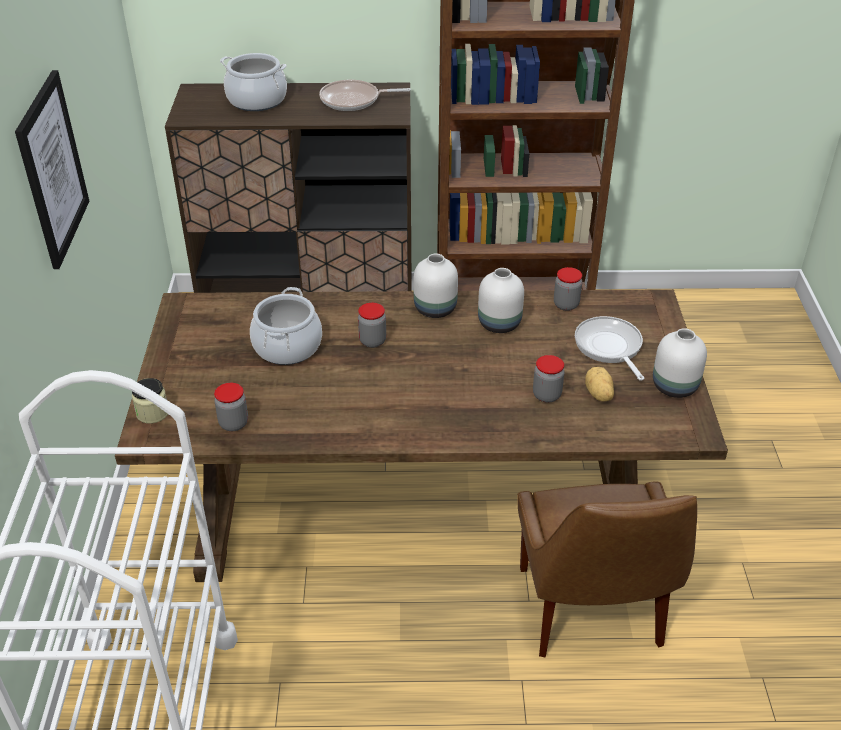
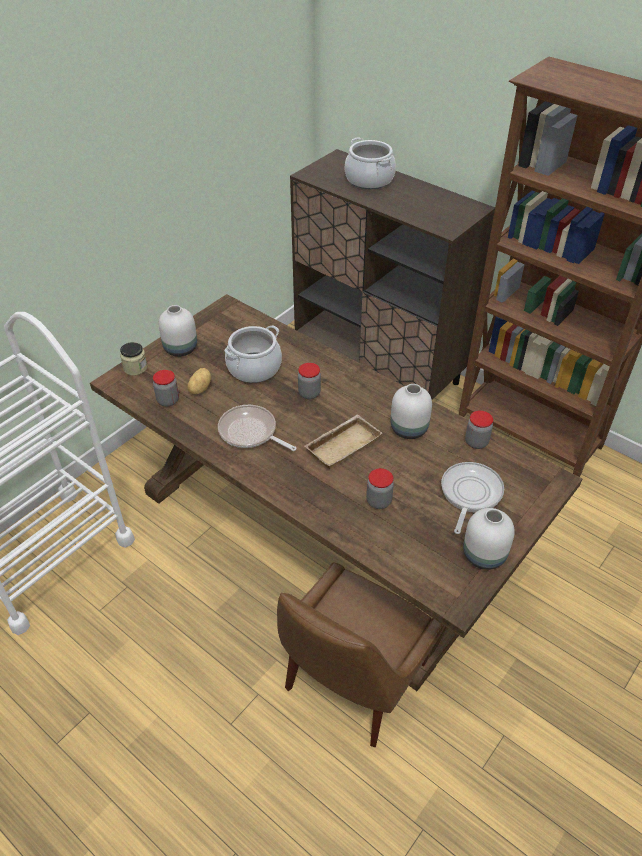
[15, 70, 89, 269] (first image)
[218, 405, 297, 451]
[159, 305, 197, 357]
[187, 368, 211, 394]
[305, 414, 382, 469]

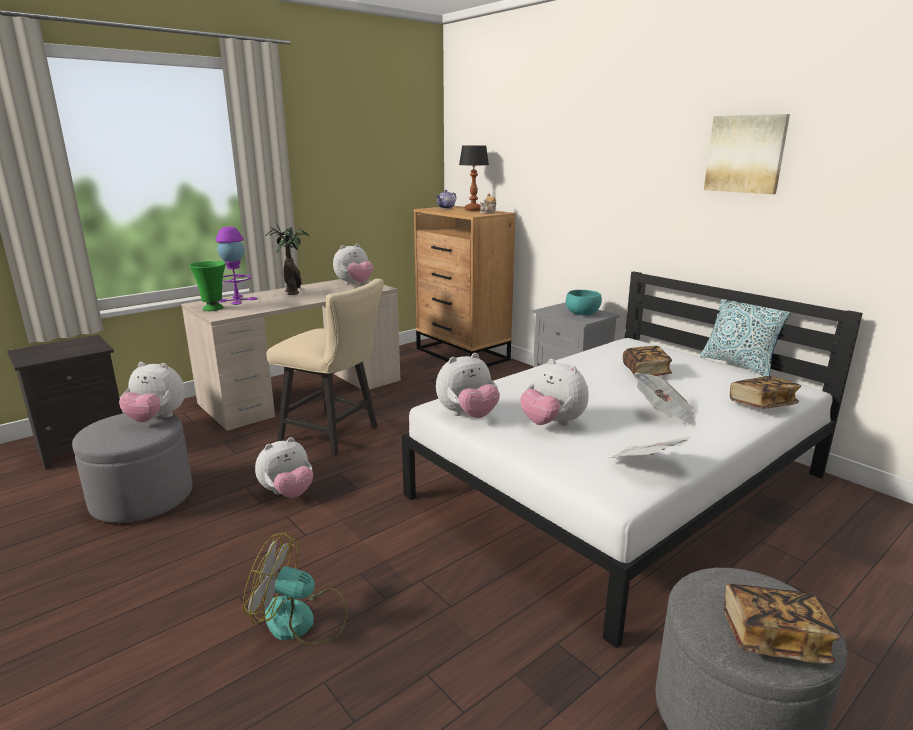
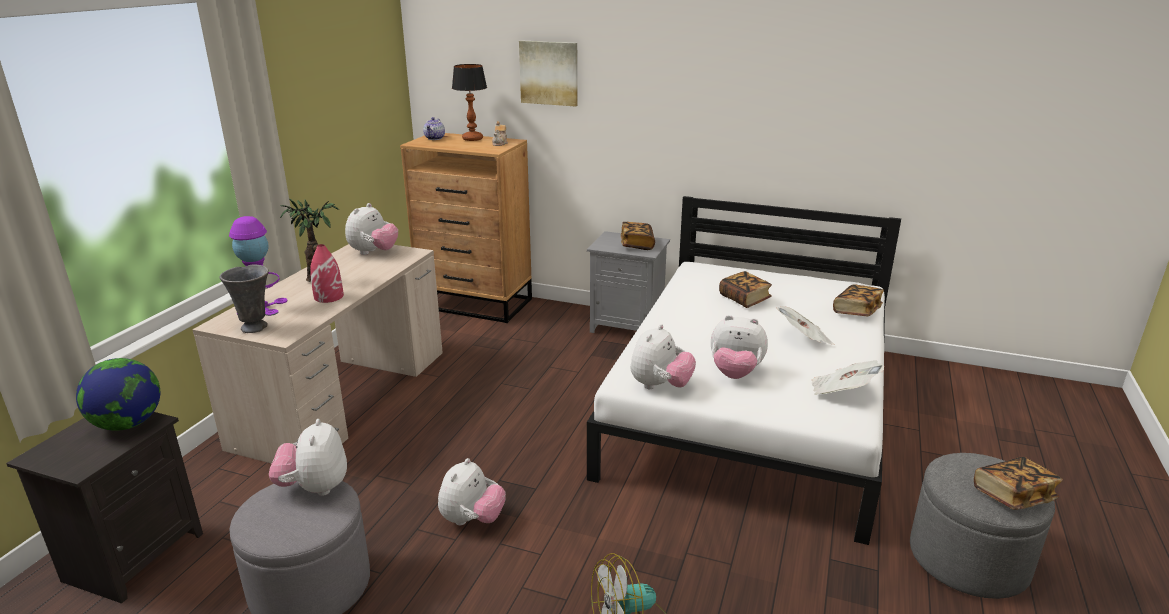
[519, 40, 578, 106]
[220, 264, 269, 333]
[266, 279, 384, 455] (first image)
[621, 222, 655, 250]
[700, 299, 792, 377] (first image)
[269, 419, 347, 496]
[310, 244, 344, 303]
[76, 358, 160, 431]

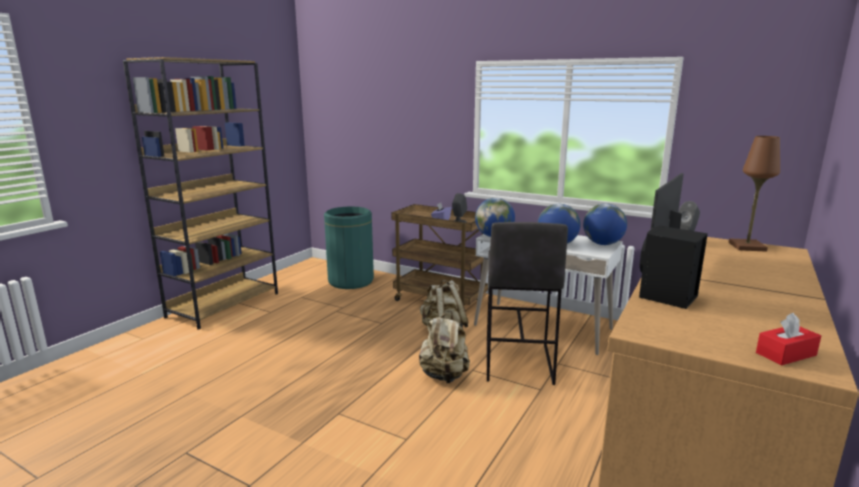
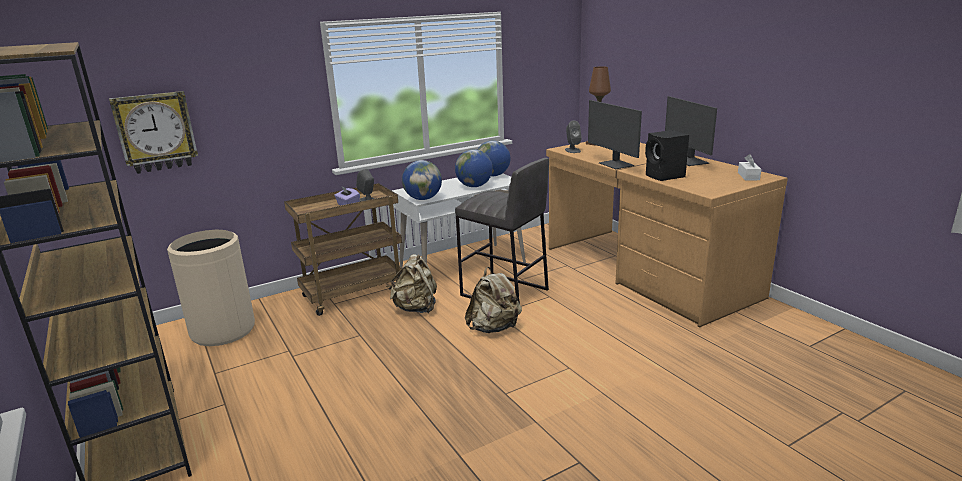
[167, 230, 255, 346]
[738, 154, 761, 180]
[109, 91, 198, 174]
[665, 96, 717, 166]

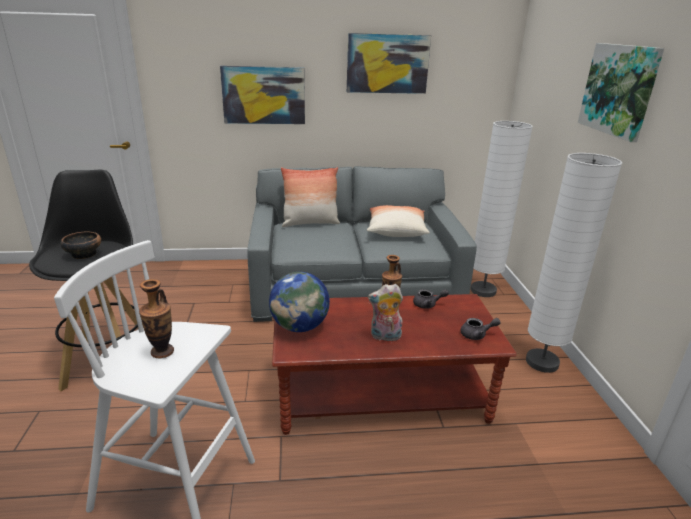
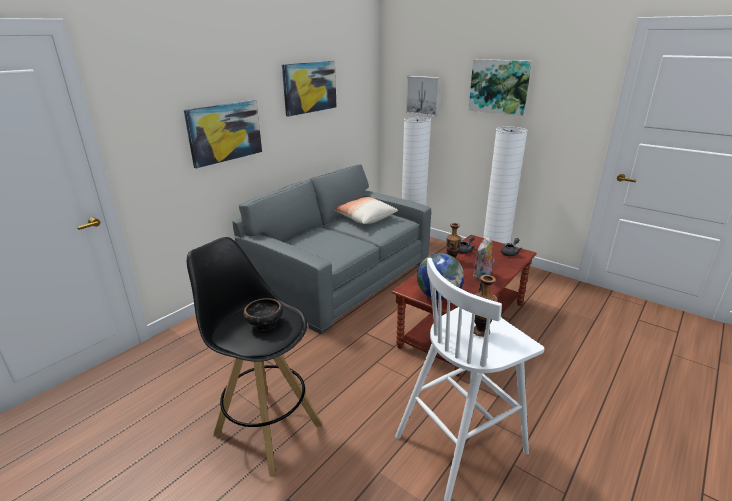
[281, 167, 340, 227] (first image)
[406, 76, 441, 116]

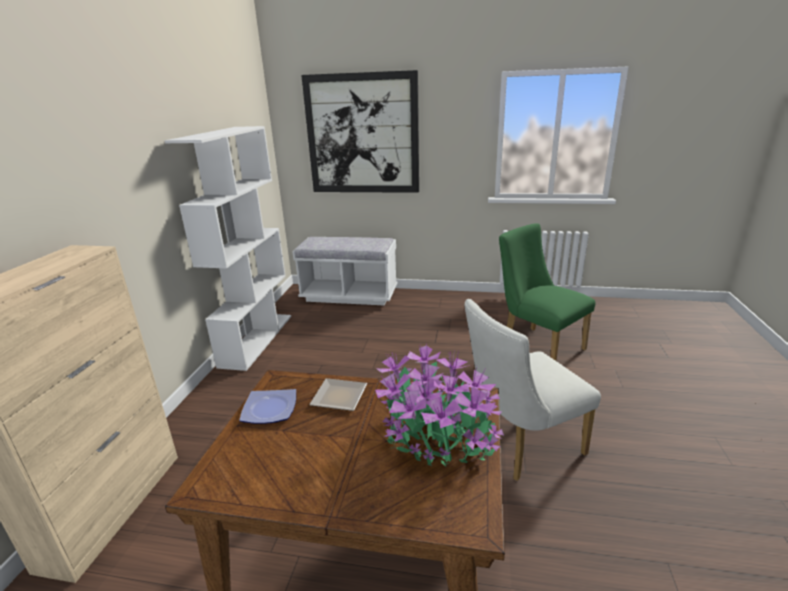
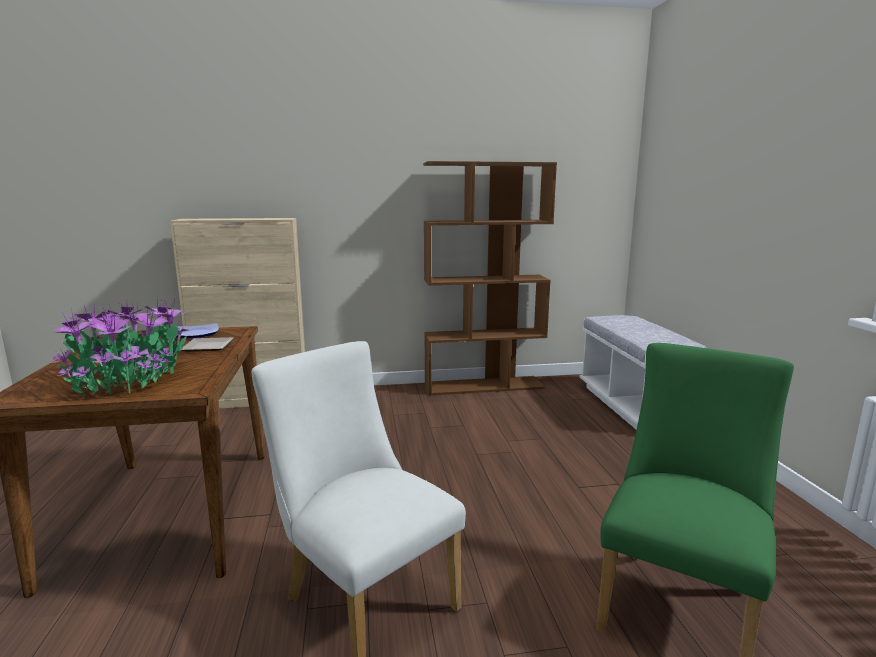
[301, 70, 419, 193] (first image)
[423, 161, 557, 396]

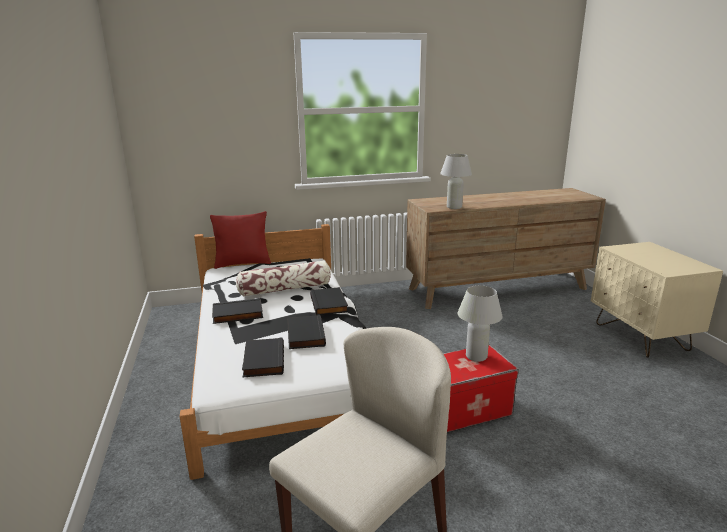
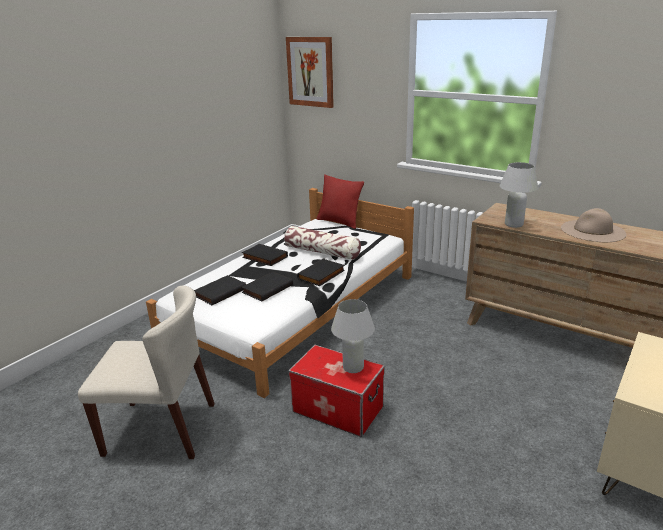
[286, 37, 334, 108]
[561, 208, 626, 242]

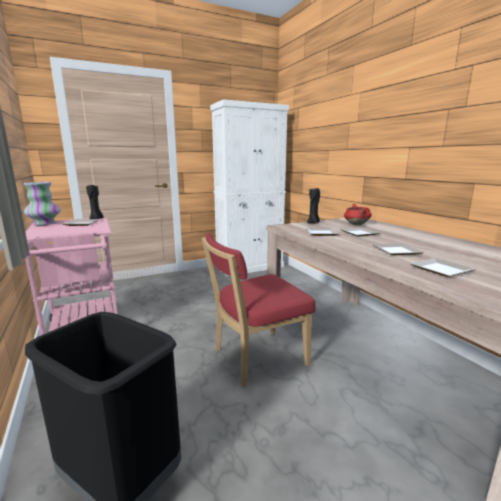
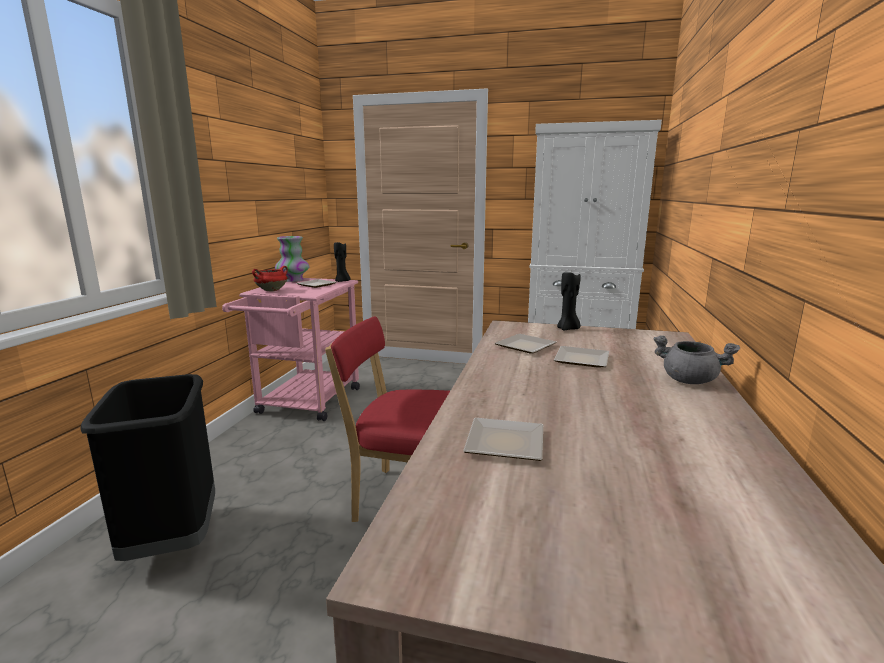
[252, 266, 288, 292]
[373, 243, 424, 255] (first image)
[654, 335, 740, 384]

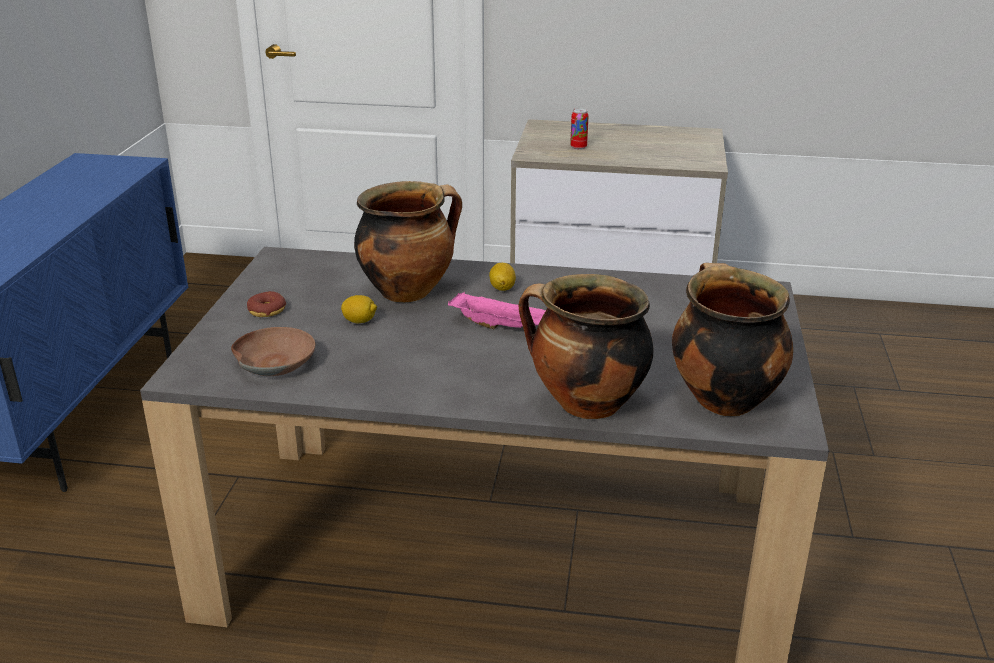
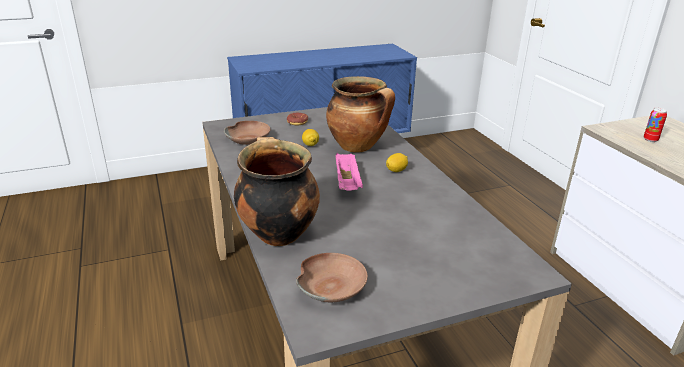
[296, 253, 368, 302]

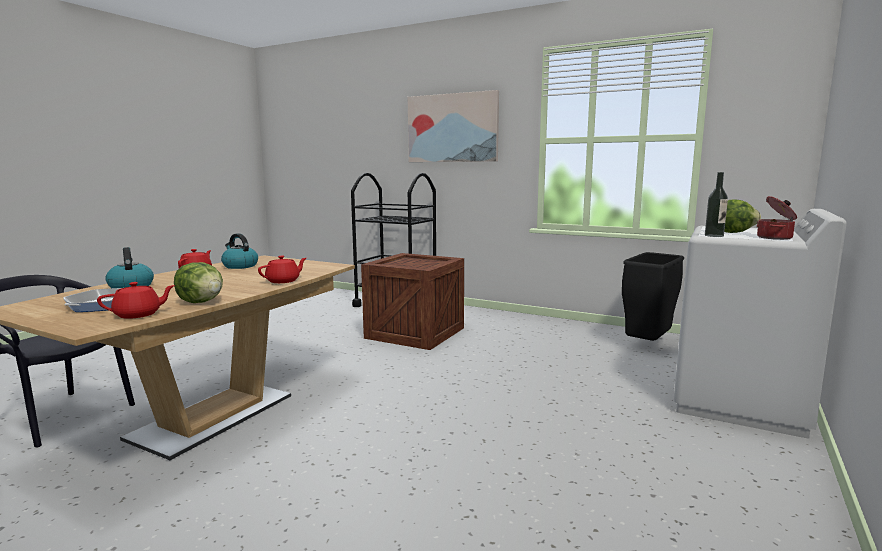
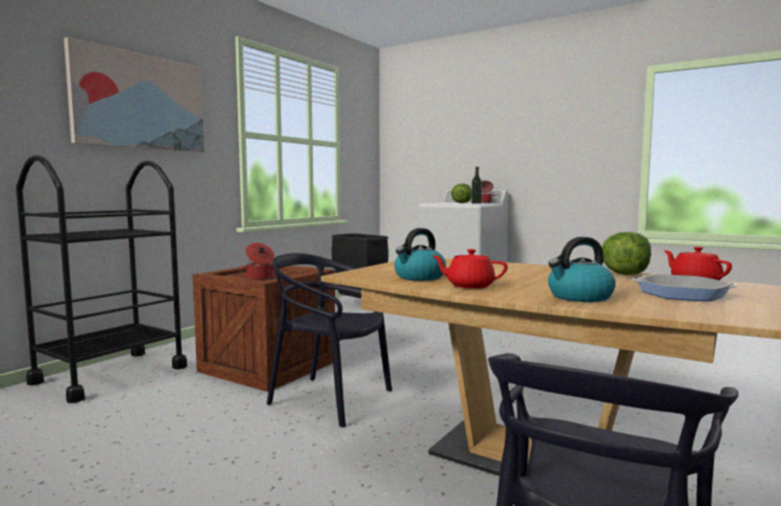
[258, 256, 306, 283] (first image)
[241, 243, 274, 280]
[267, 253, 392, 427]

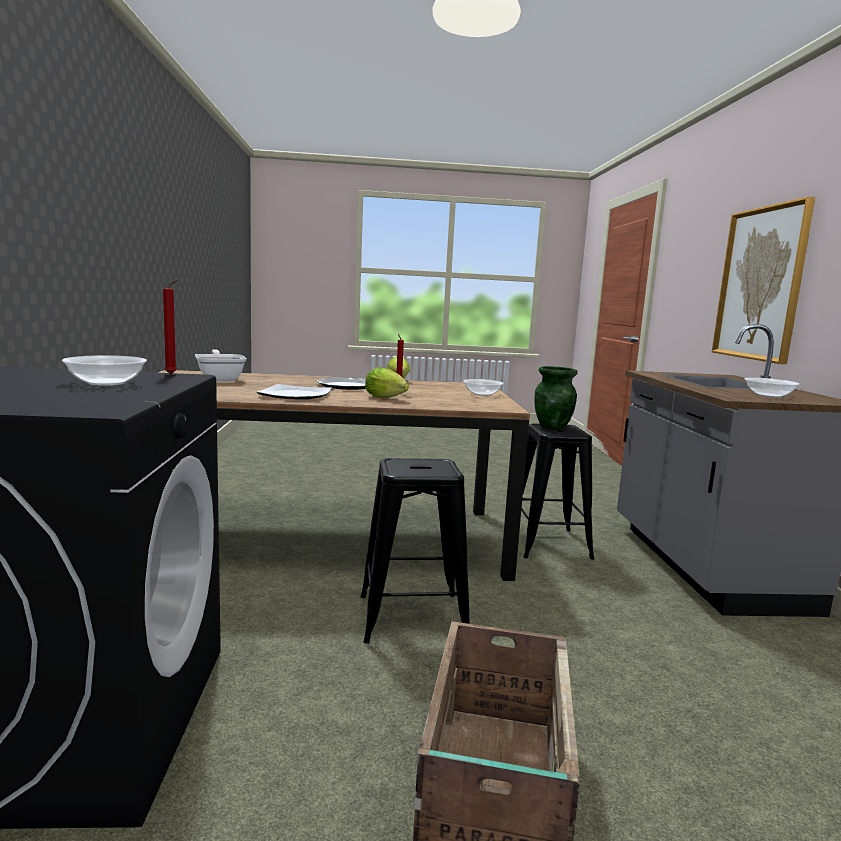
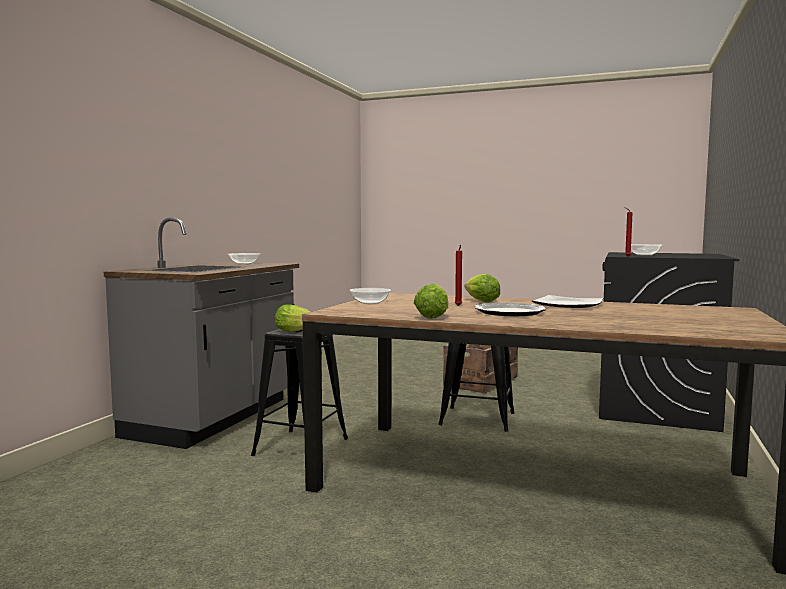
[712, 197, 815, 364] (first image)
[195, 350, 247, 382] (first image)
[275, 304, 310, 332]

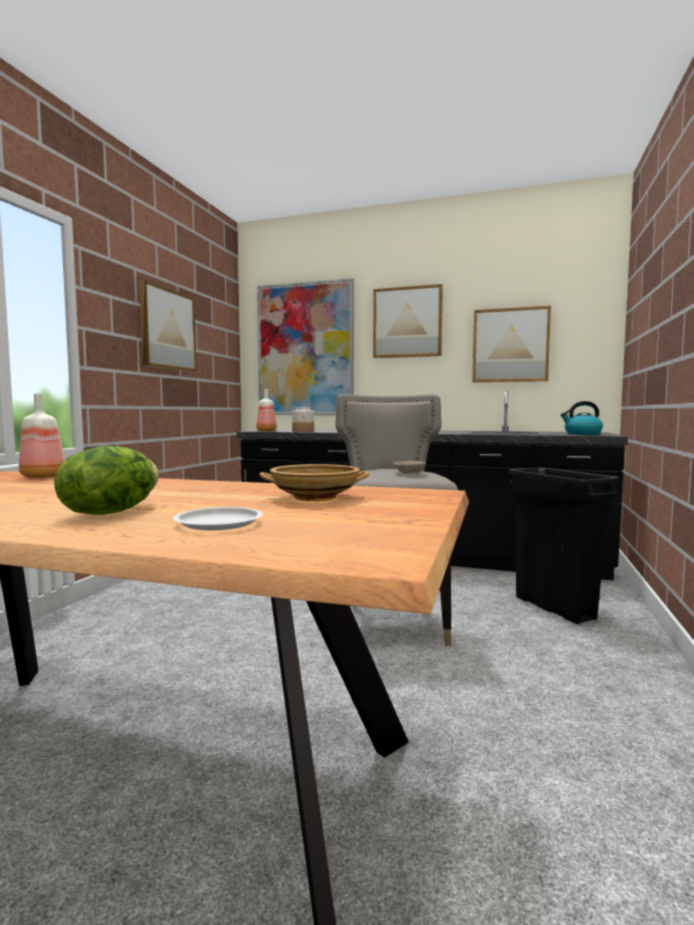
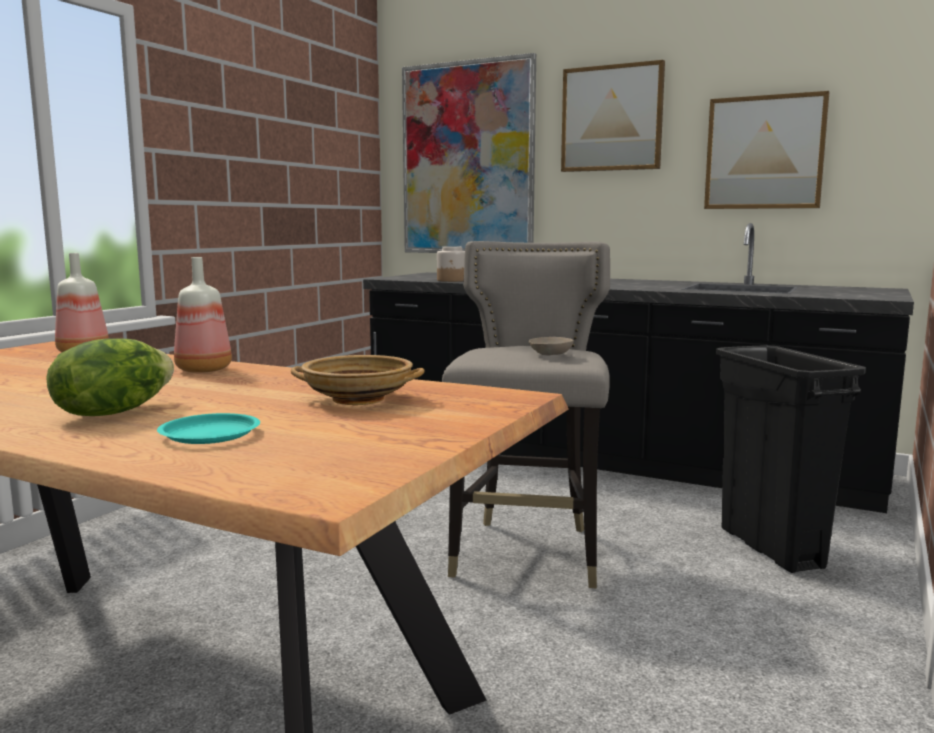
[139, 280, 196, 372] (first image)
[174, 257, 232, 373]
[561, 401, 603, 435] (first image)
[157, 413, 260, 444]

